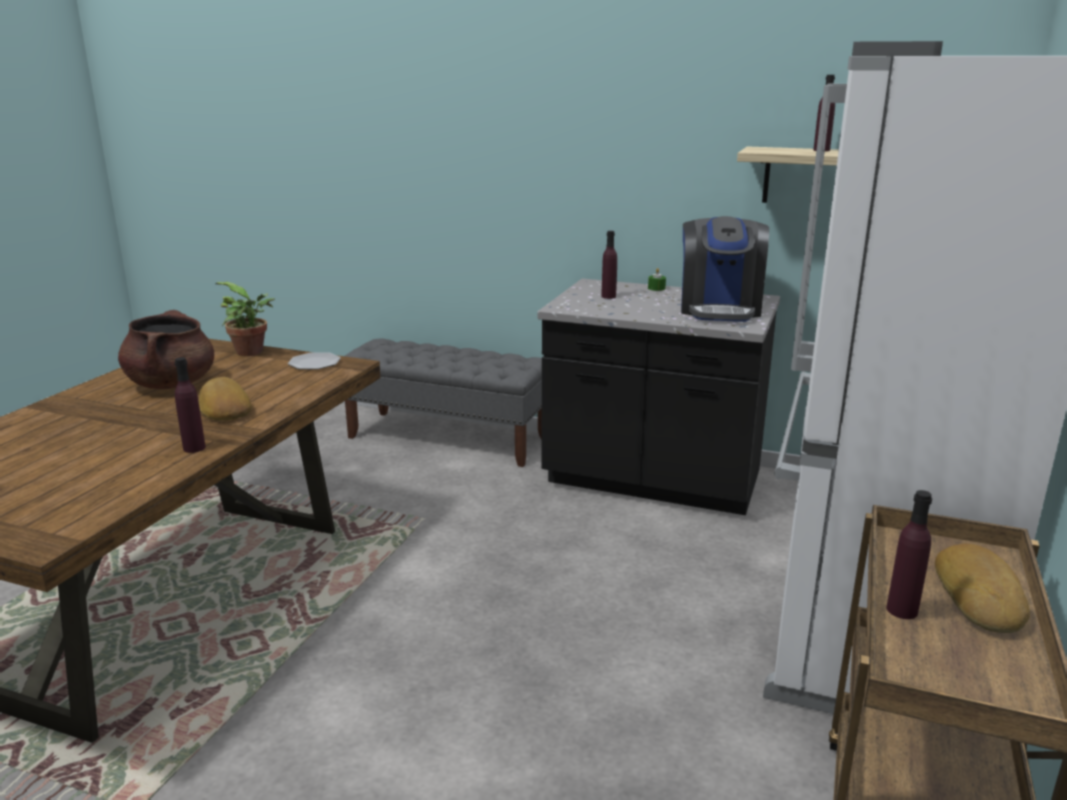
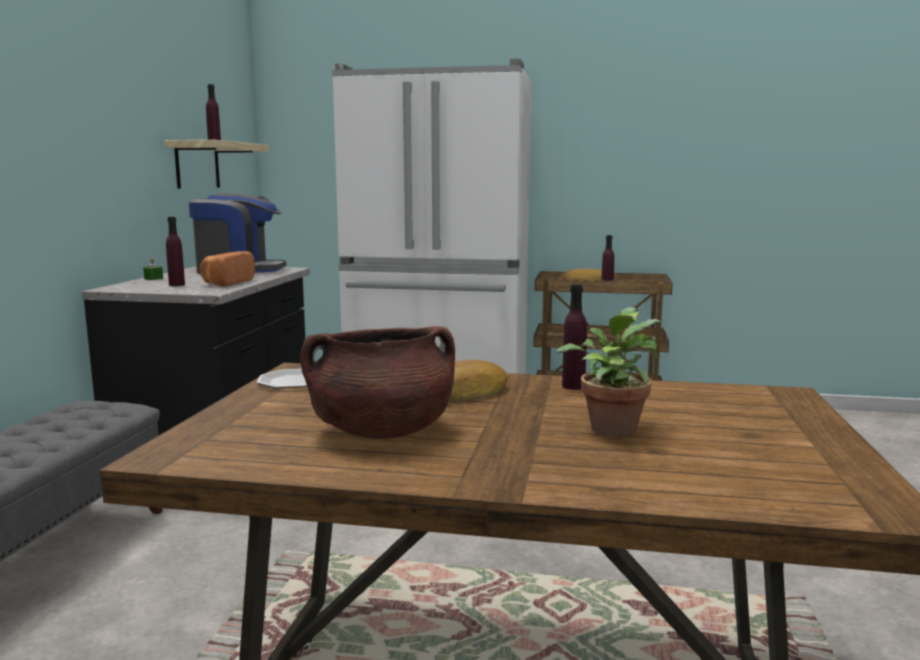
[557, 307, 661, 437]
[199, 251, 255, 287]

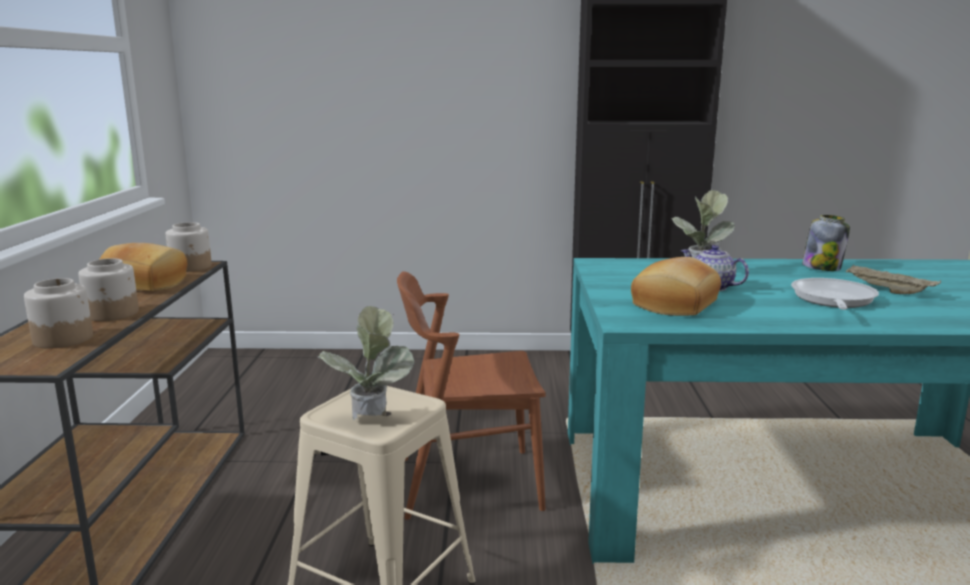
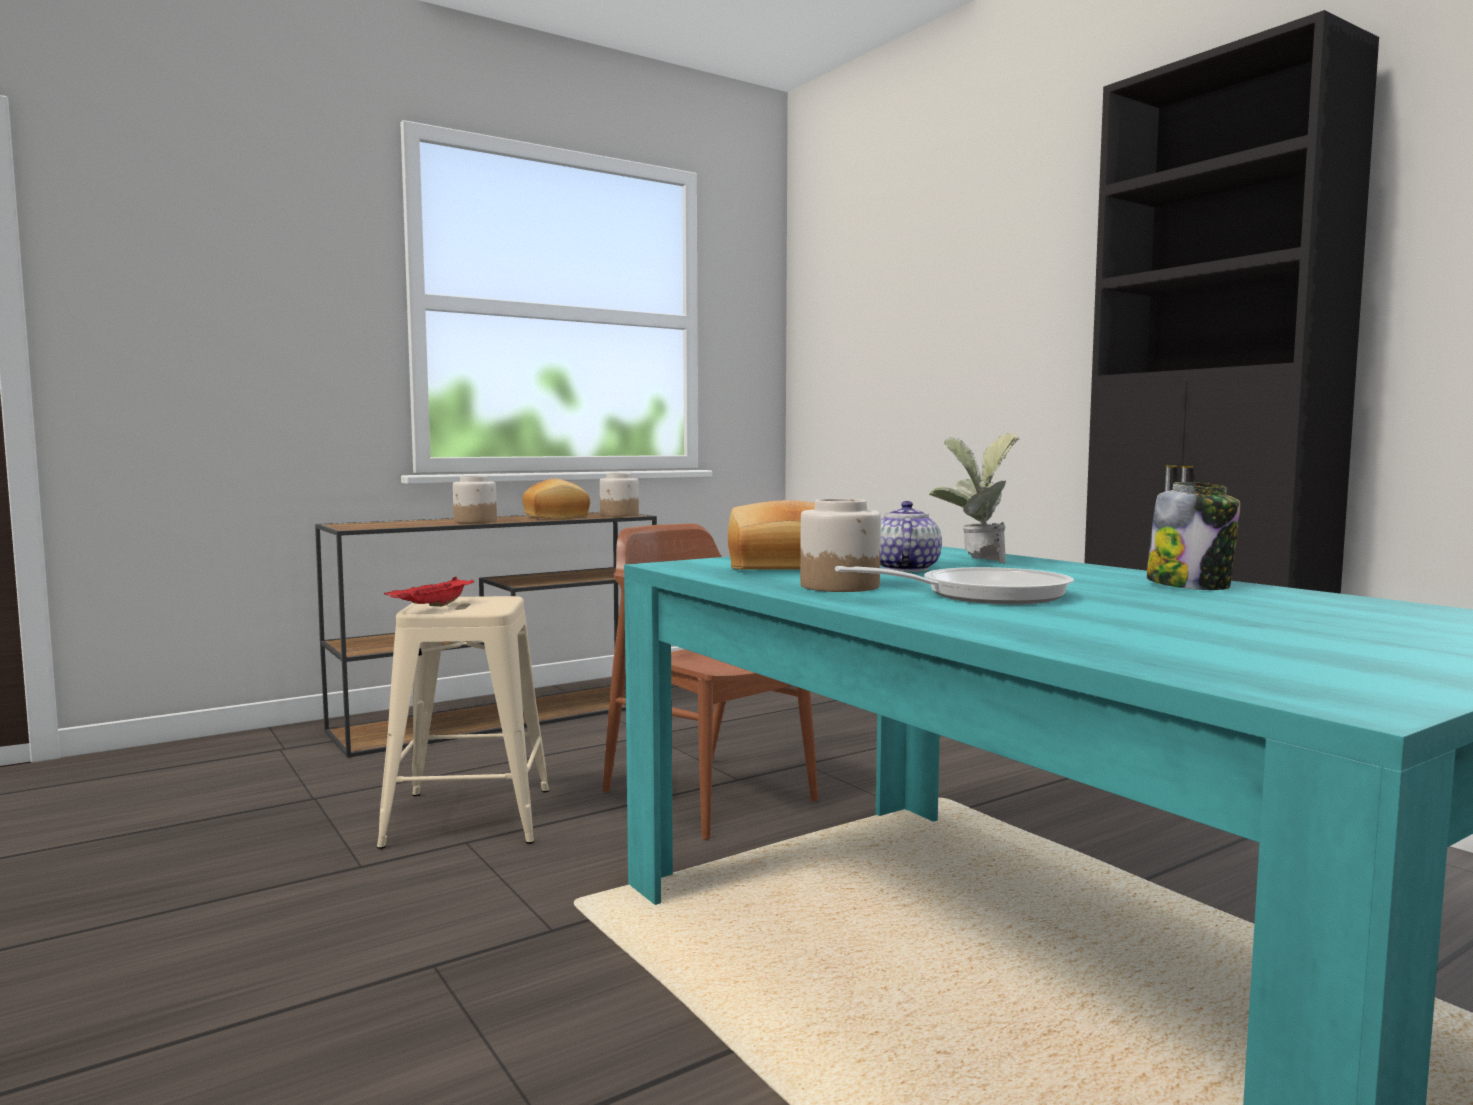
[846, 265, 941, 294] (first image)
[800, 499, 881, 592]
[384, 577, 474, 607]

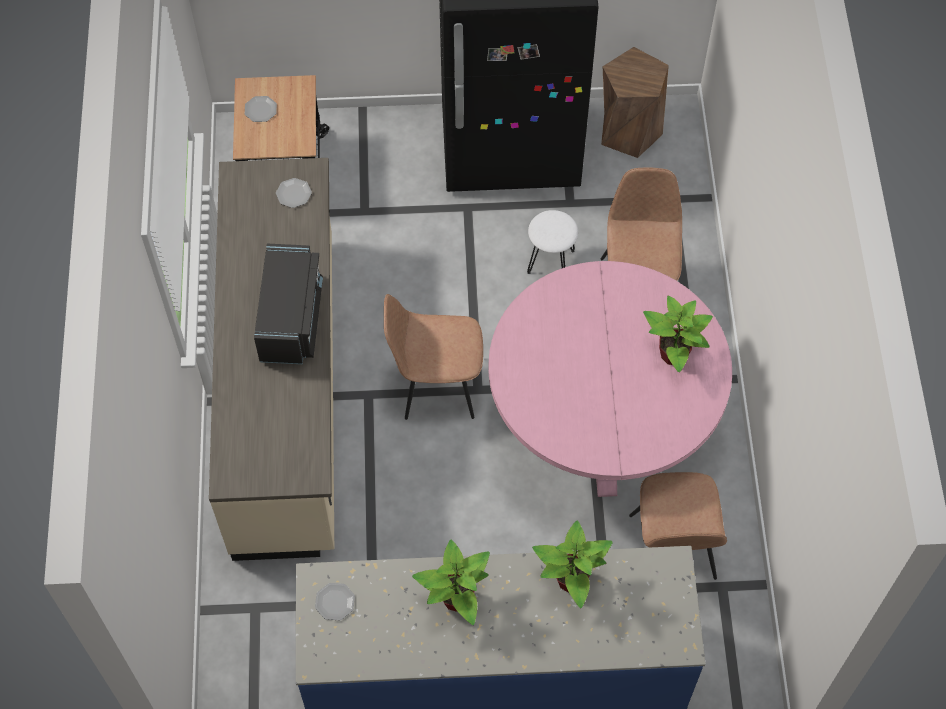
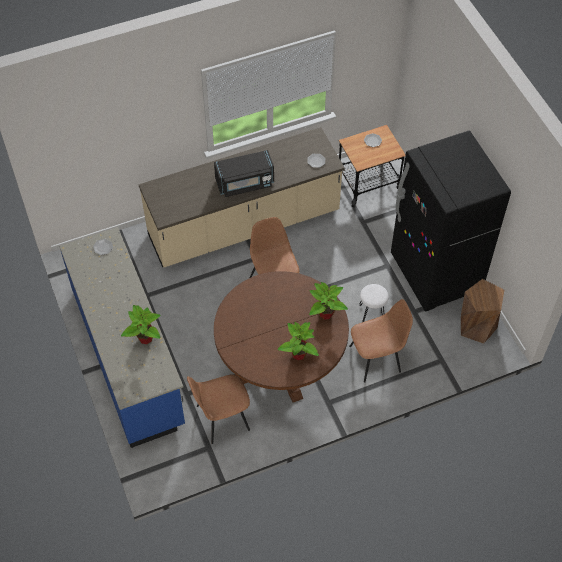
[214, 271, 349, 402]
[309, 282, 348, 319]

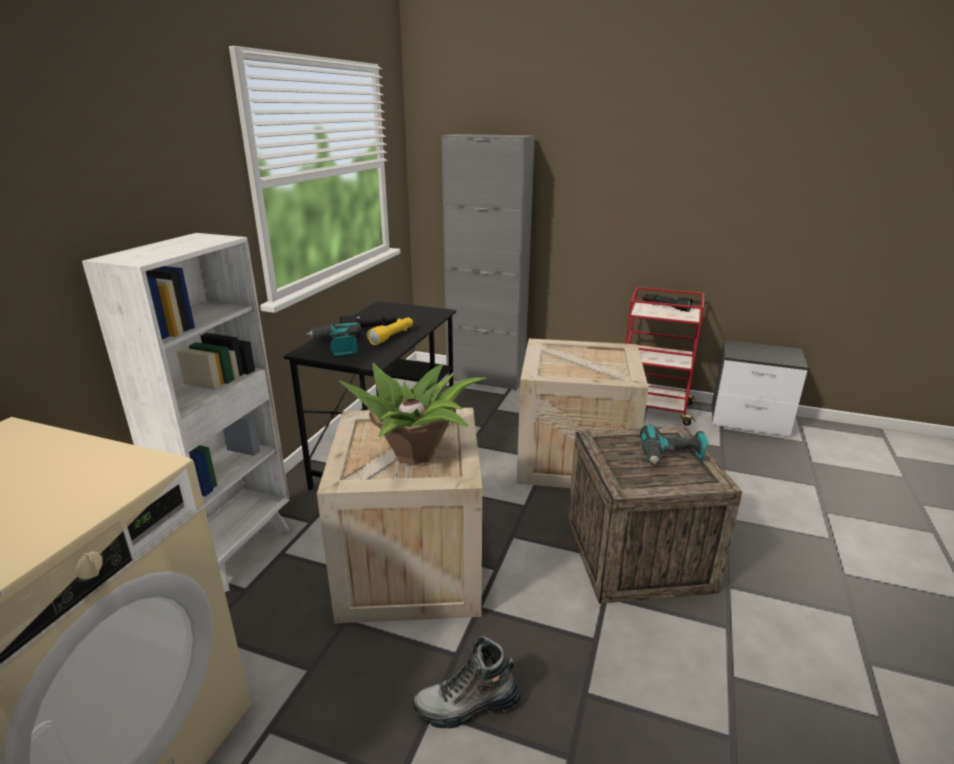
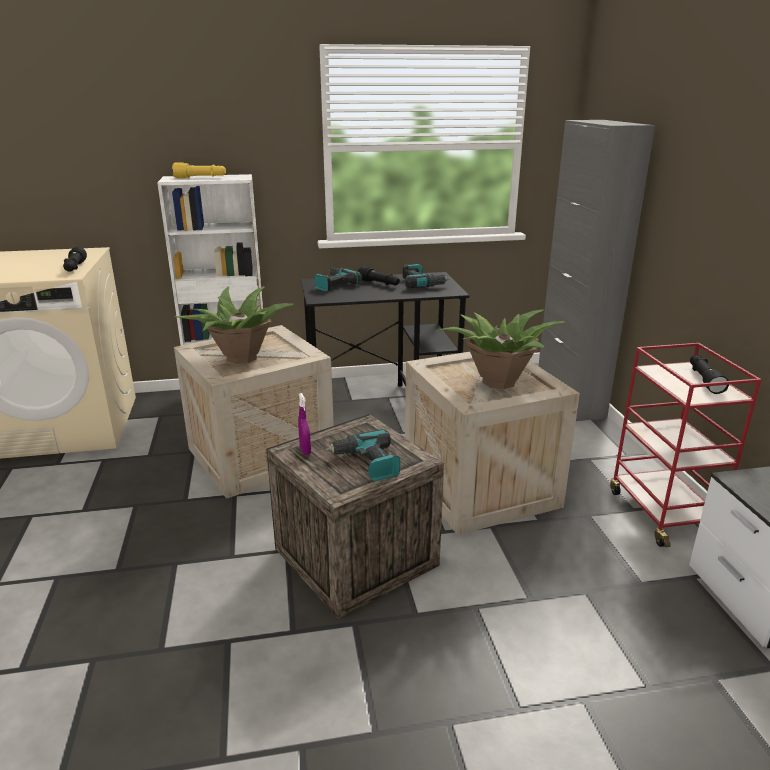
[172, 163, 226, 178]
[413, 636, 521, 728] (first image)
[63, 247, 87, 272]
[403, 264, 450, 288]
[436, 309, 565, 389]
[298, 393, 311, 455]

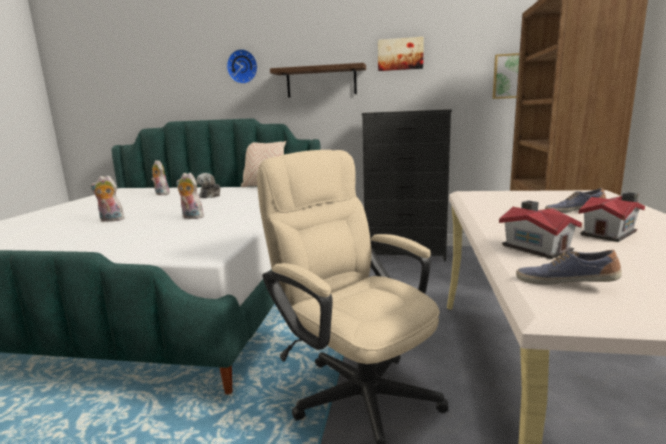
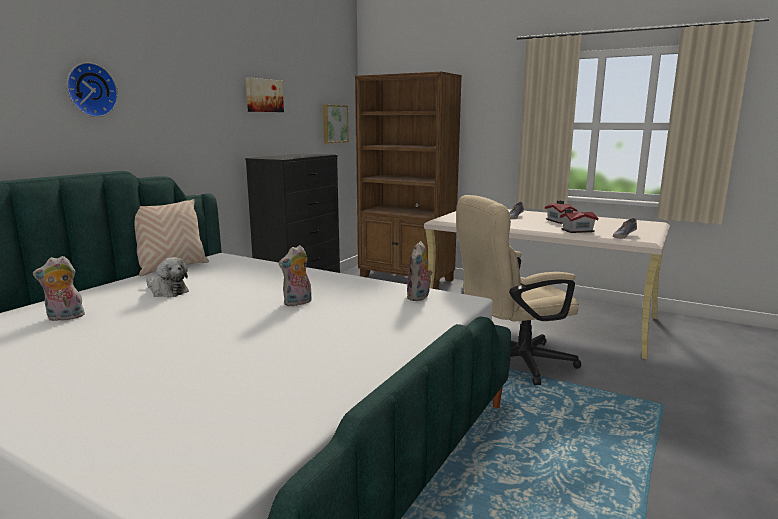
[270, 63, 366, 98] (first image)
[407, 241, 433, 301]

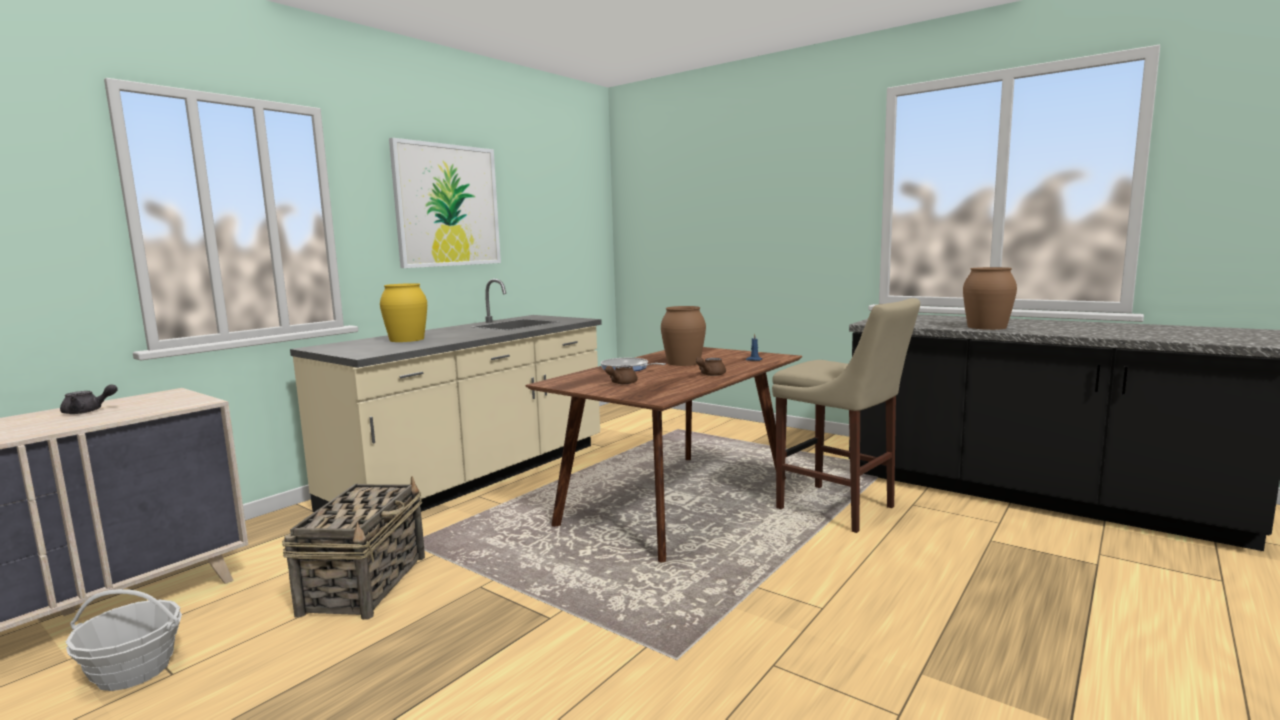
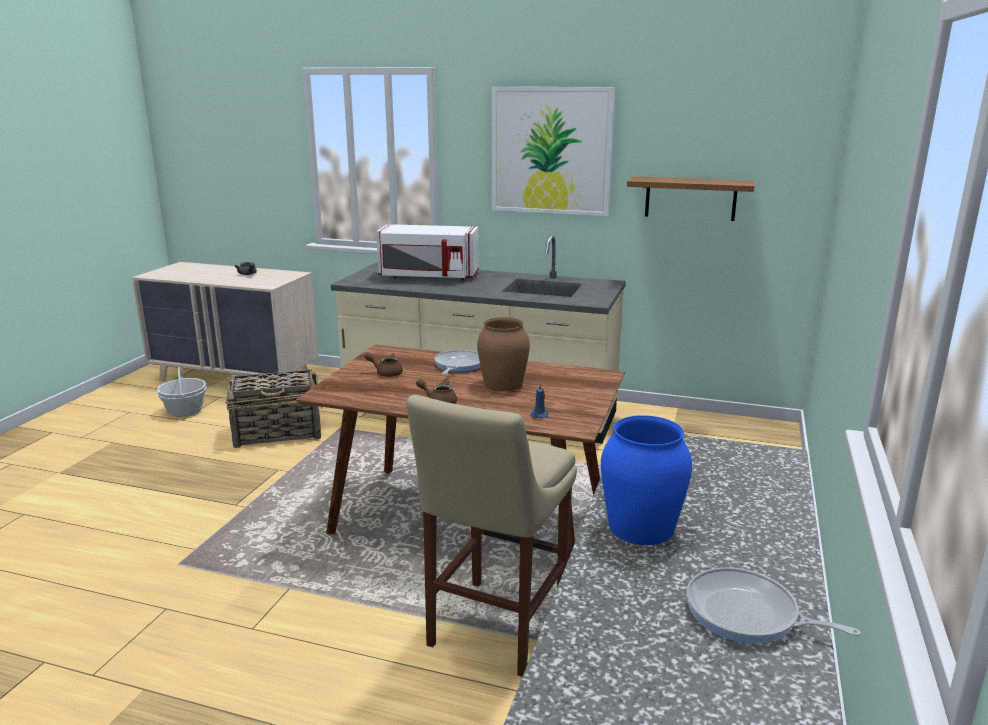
[601, 415, 692, 545]
[376, 224, 479, 280]
[627, 176, 755, 221]
[686, 567, 861, 644]

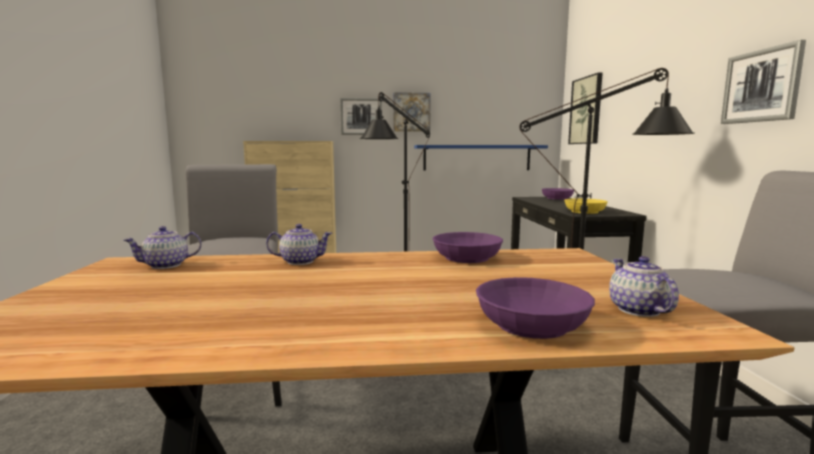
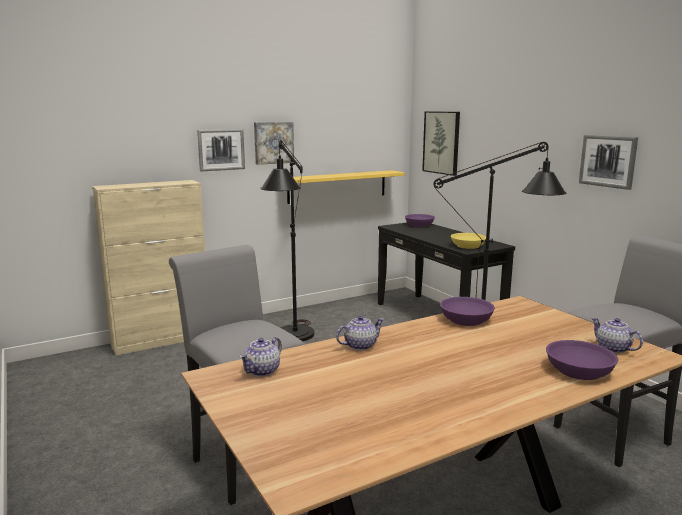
[287, 170, 405, 204]

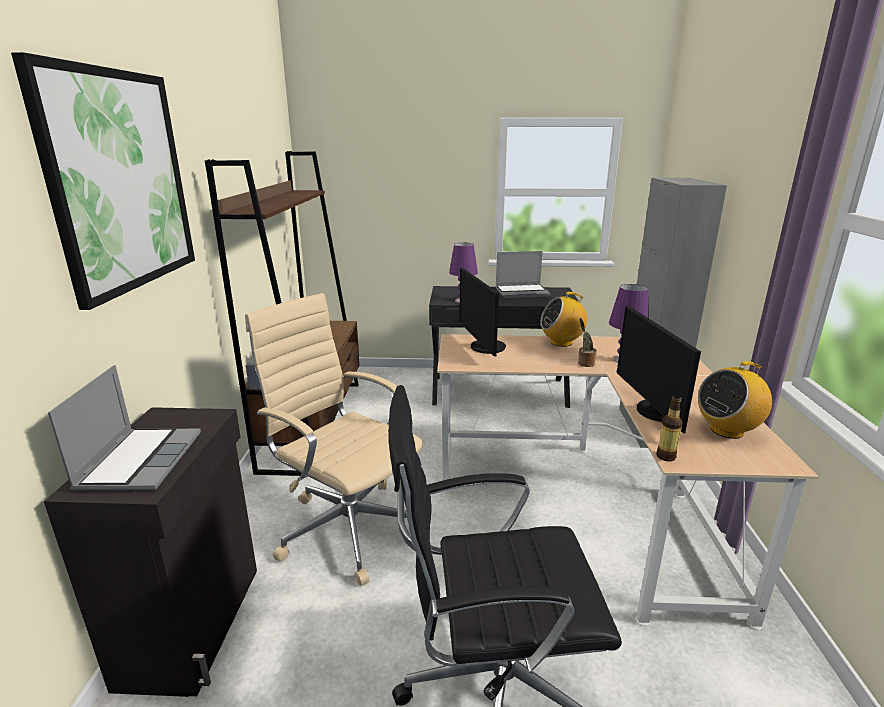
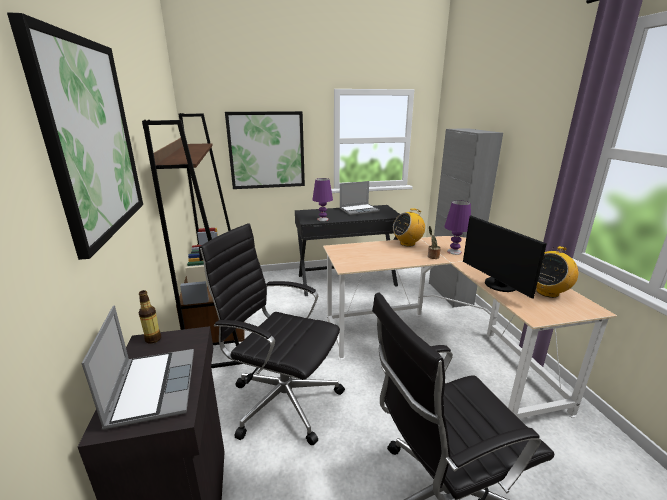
[459, 268, 506, 357] (first image)
[199, 223, 345, 445]
[138, 290, 161, 344]
[225, 111, 305, 189]

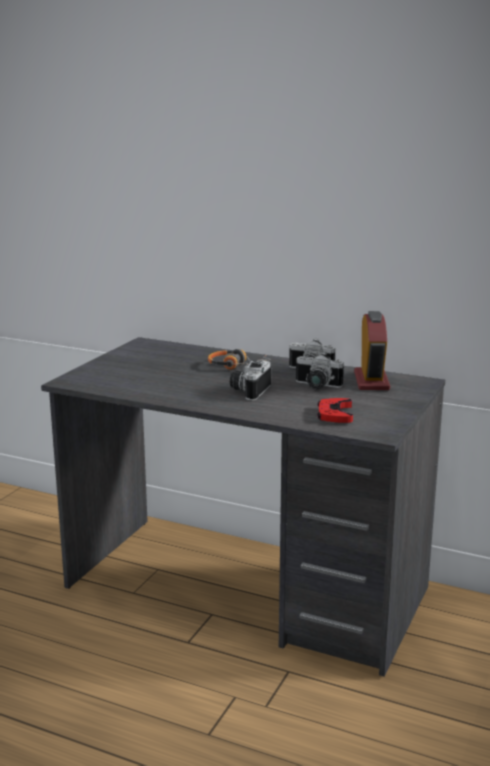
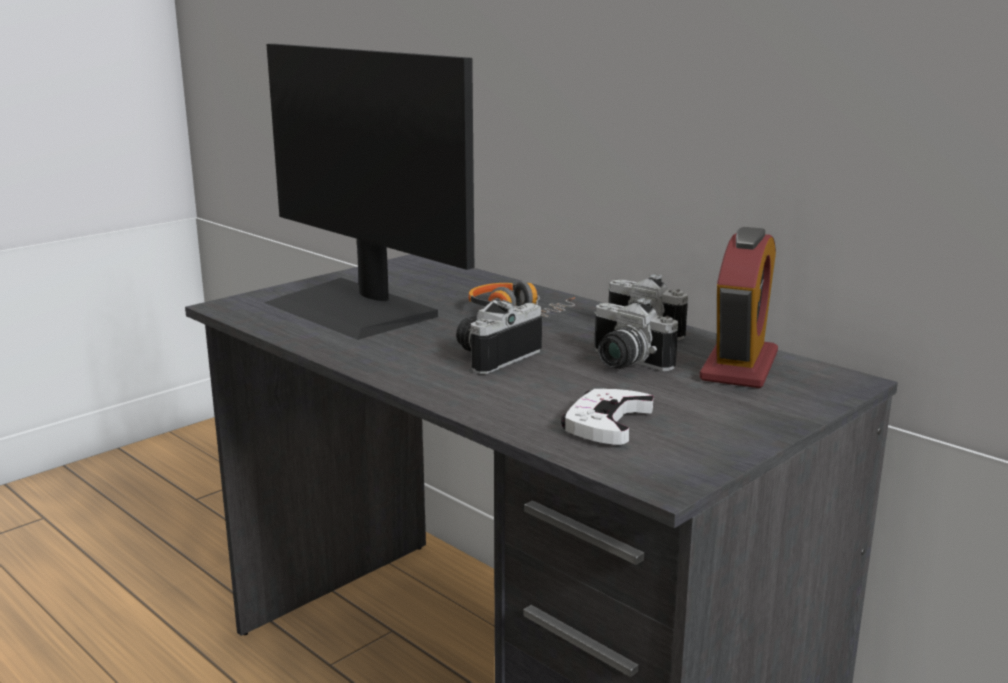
[561, 389, 653, 445]
[264, 44, 474, 340]

